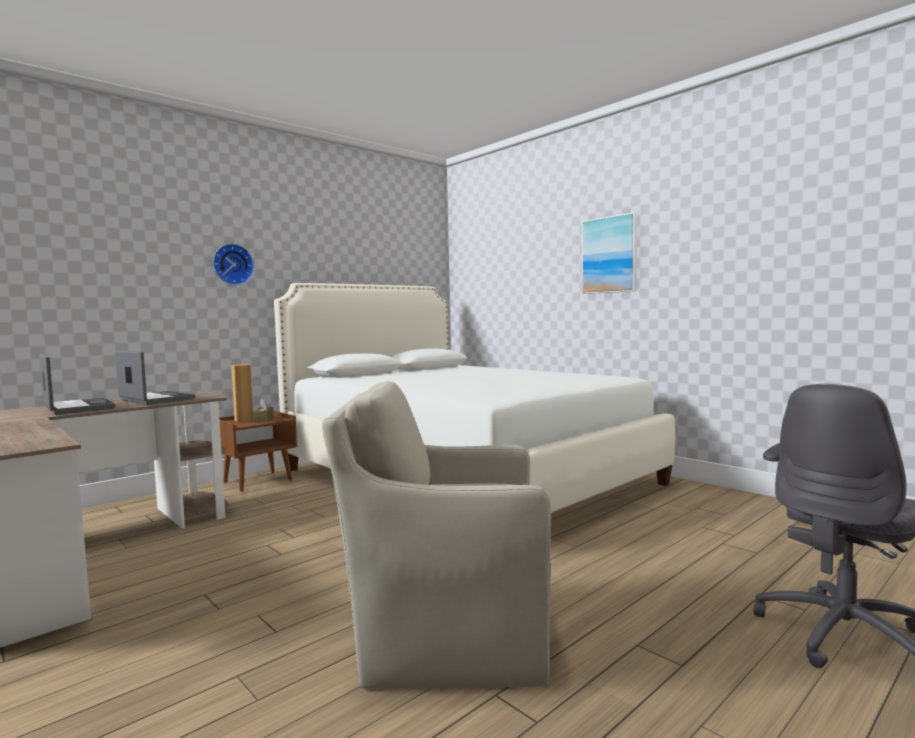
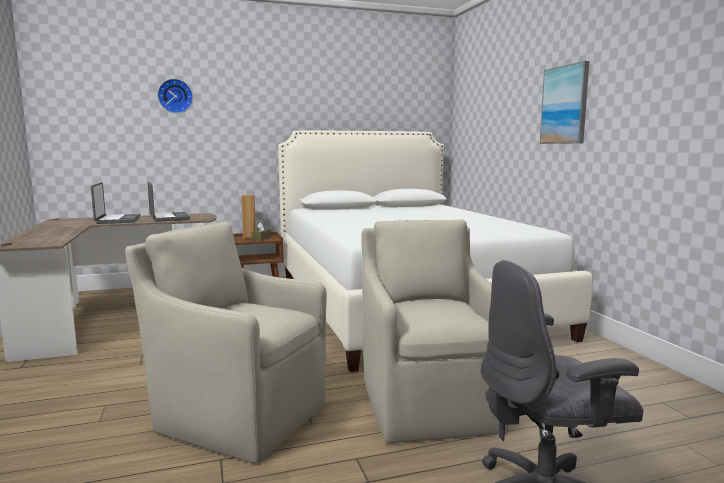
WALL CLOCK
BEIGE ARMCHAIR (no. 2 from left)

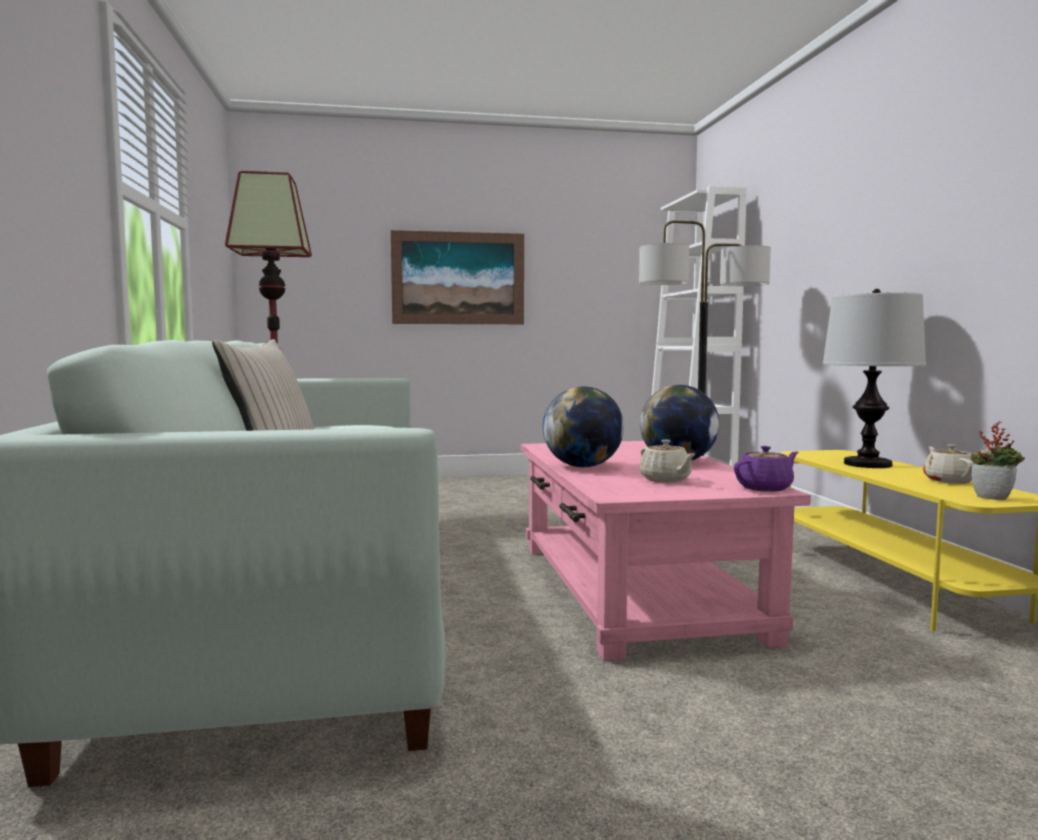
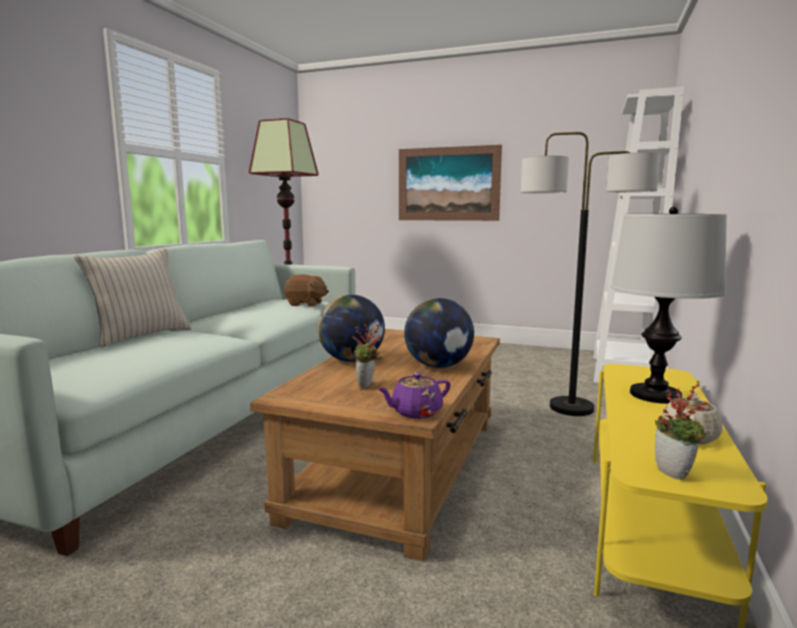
BROWN COFFEE TABLE
BROWN PLUSH TOY
POTTED PLANT (no. 1 from left)
PURPLE TEAPOT

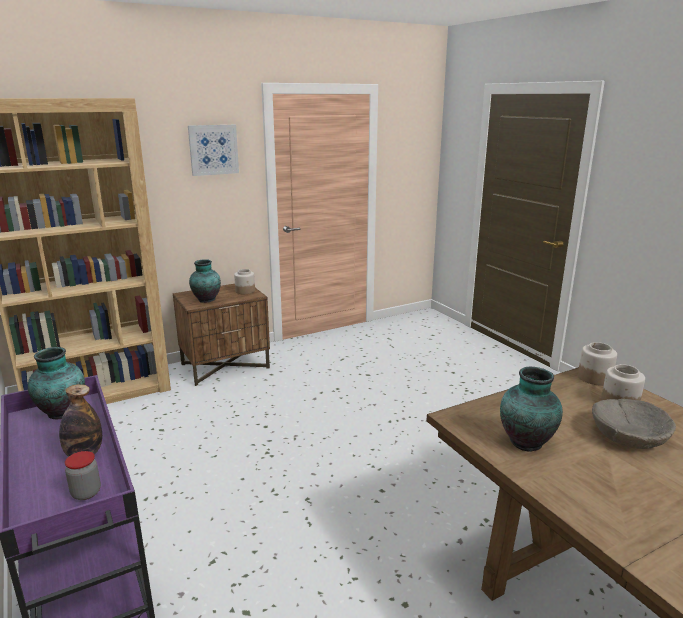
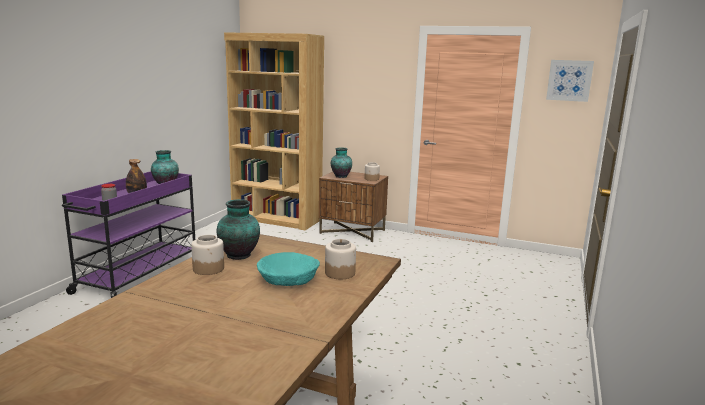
JAR (no. 2 from left)
TURQUOISE BOWL
PICTURE

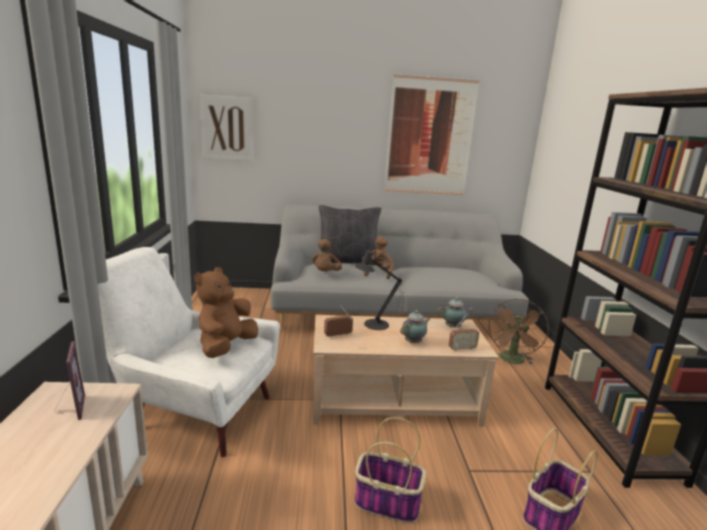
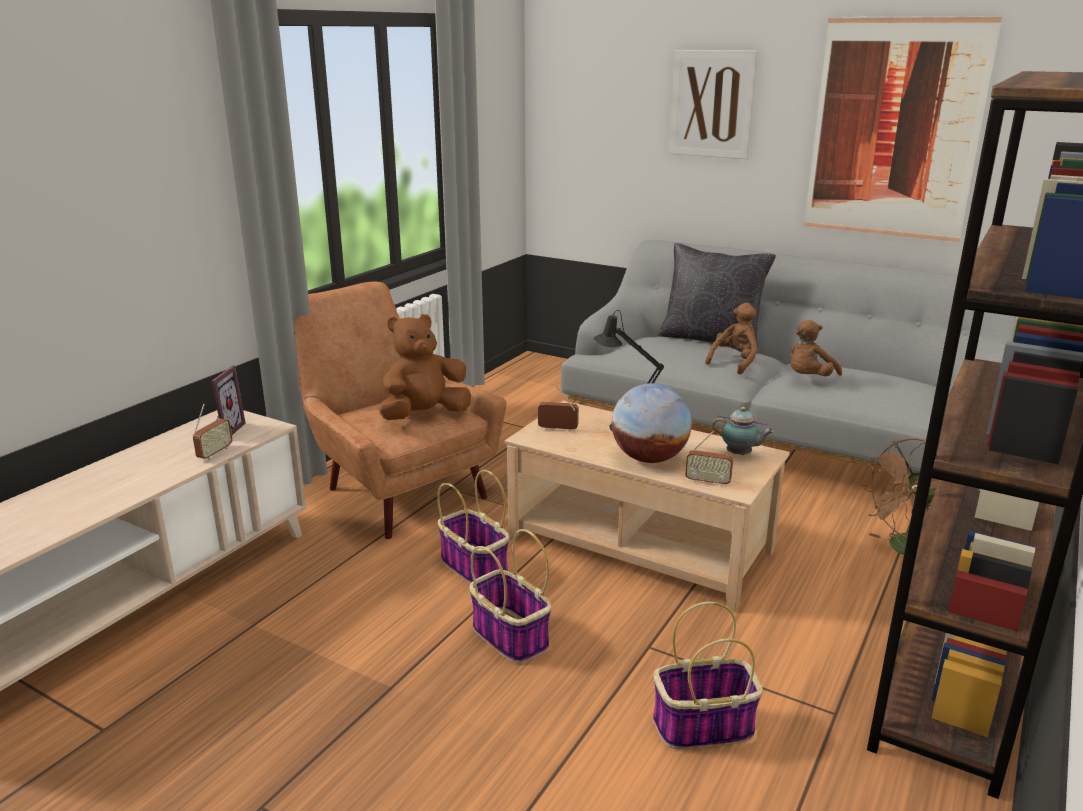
RADIO (no. 1 from left)
BROWN ARMCHAIR
BASKET (no. 1 from left)
GLOBE
PICTURE (no. 1 from left)
BROWN PLUSH TOY (no. 3 from left)

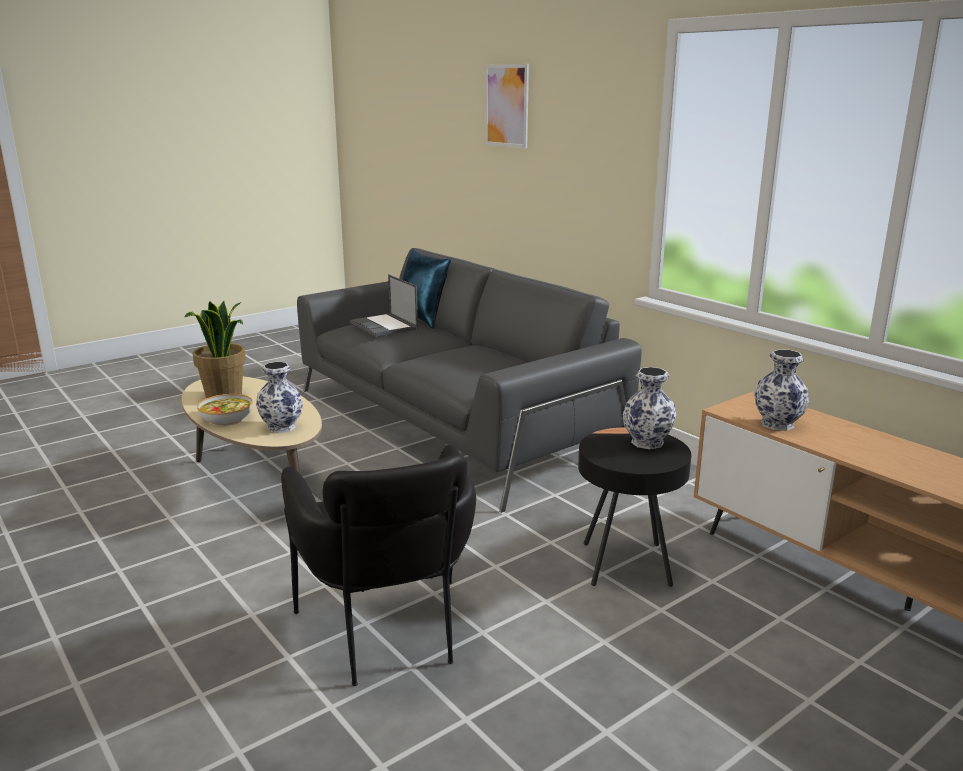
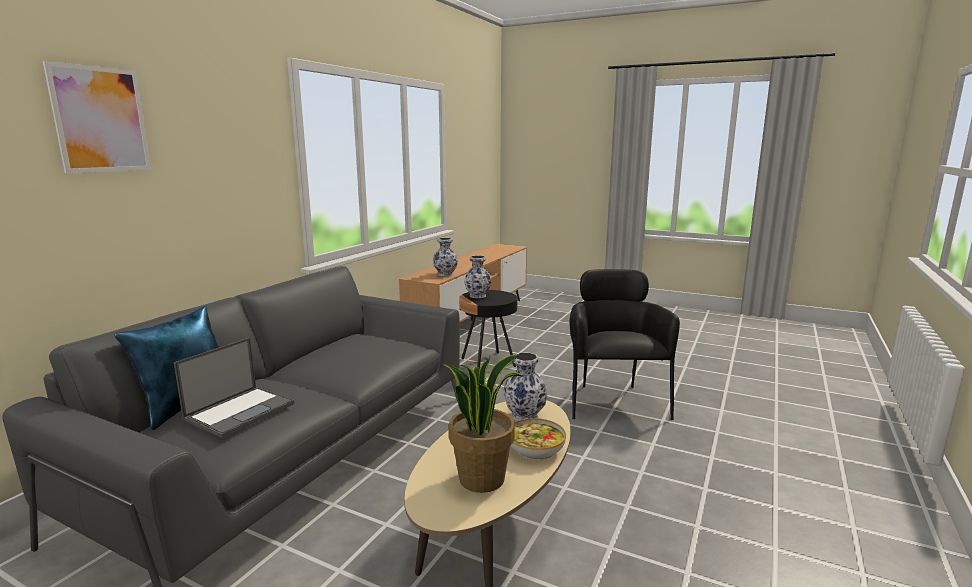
BLACK ARMCHAIR

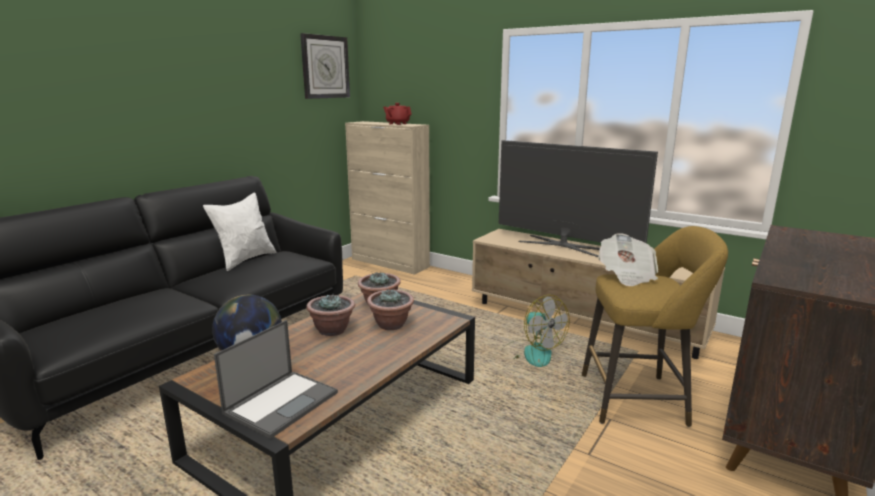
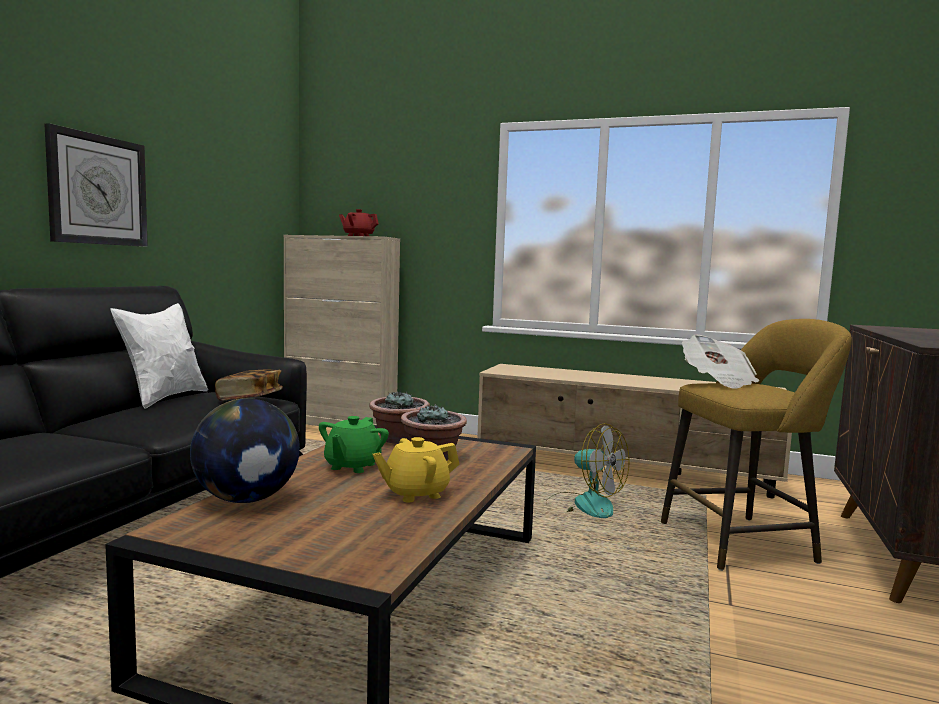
WALL CLOCK
BOOK
GREEN TEAPOT
YELLOW TEAPOT
LAPTOP
TELEVISION

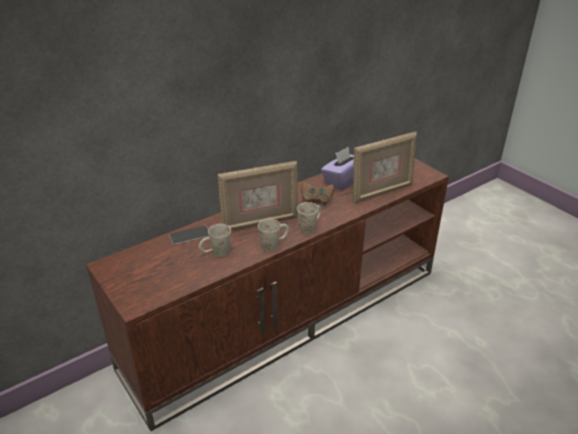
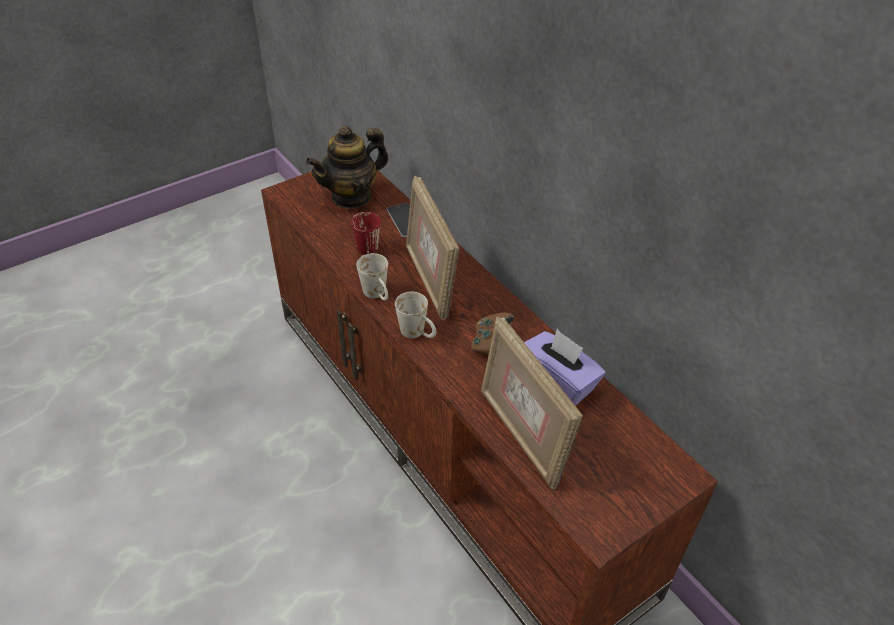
TEAPOT
RED MUG

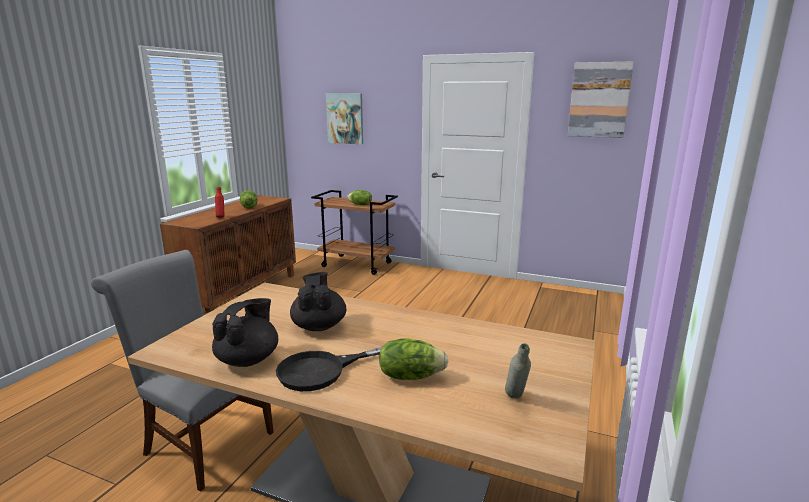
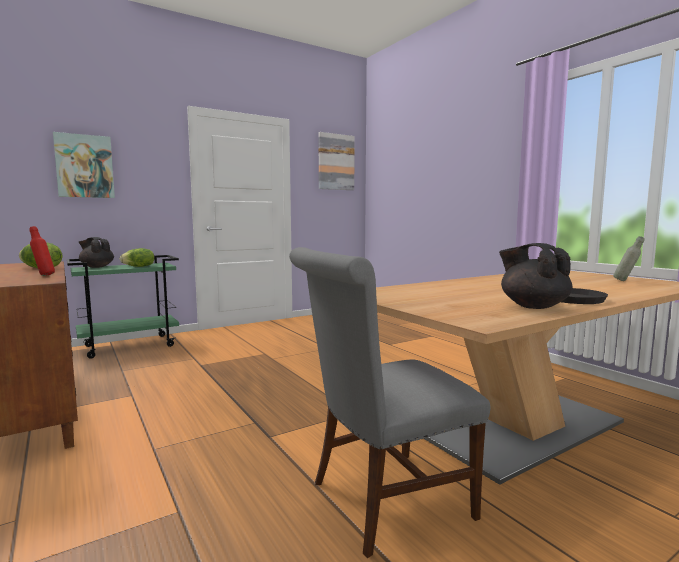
GREEN CART
BLACK TEAPOT (no. 1 from left)
LETTUCE (no. 3 from left in the first image)

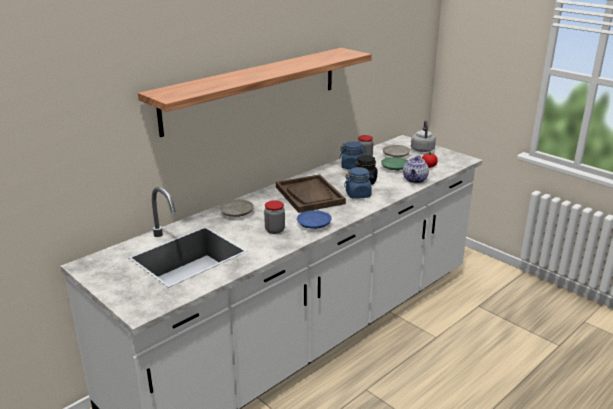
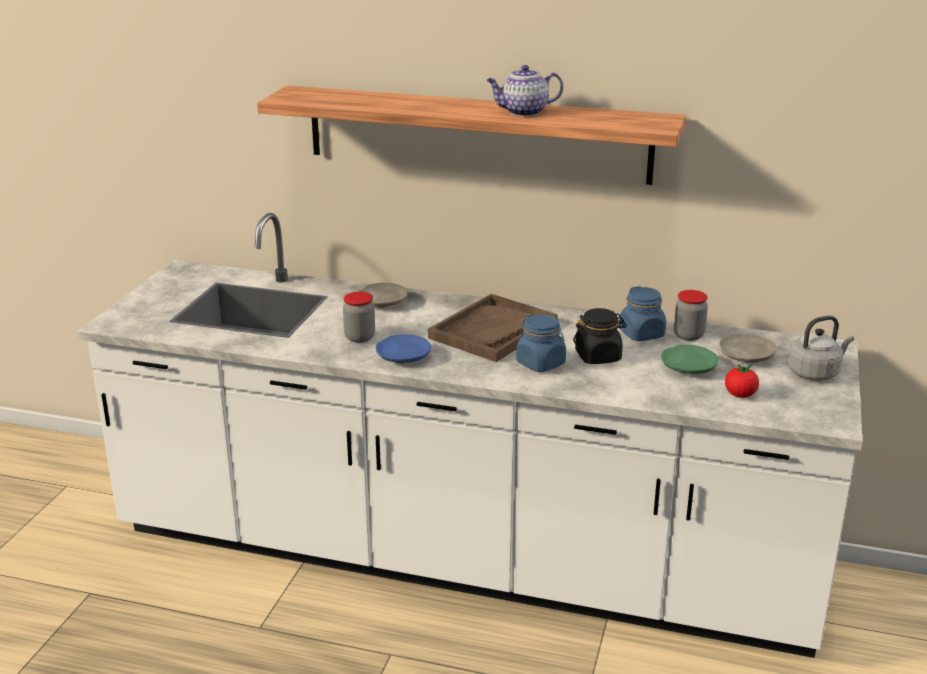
TEAPOT

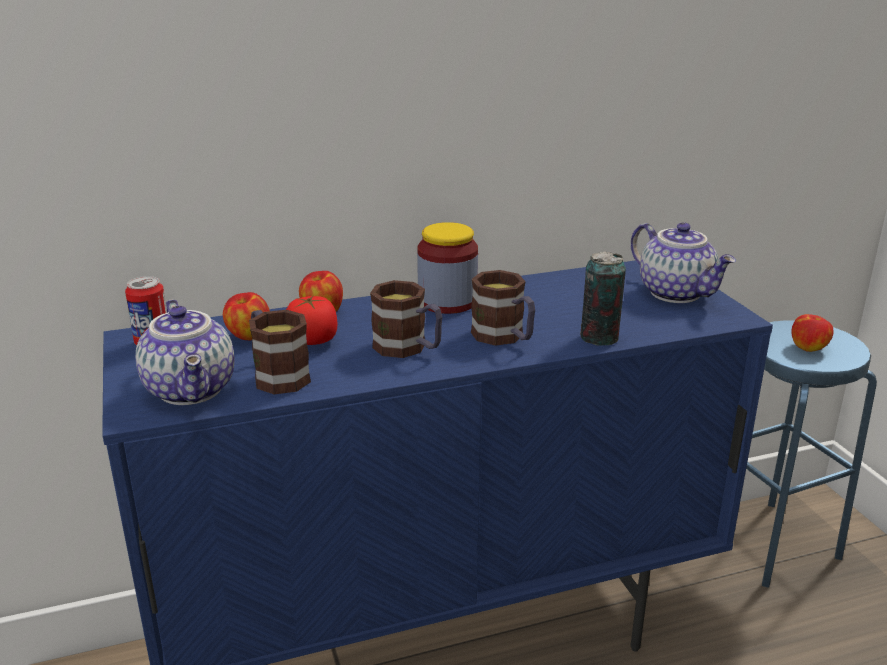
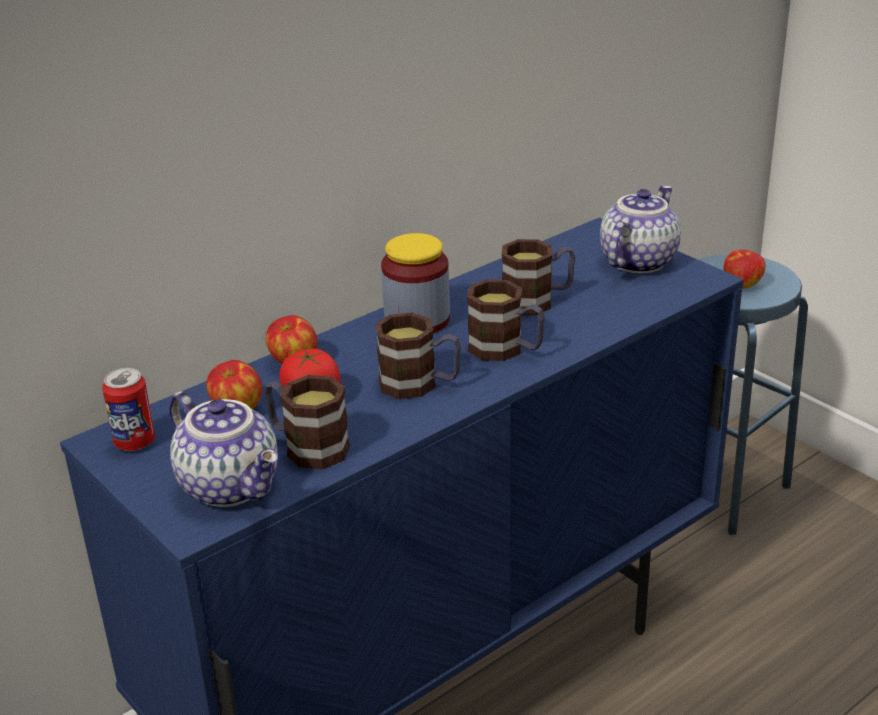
MUG (no. 4 from left)
TEAPOT (no. 2 from left)
CAN (no. 2 from left in the first image)

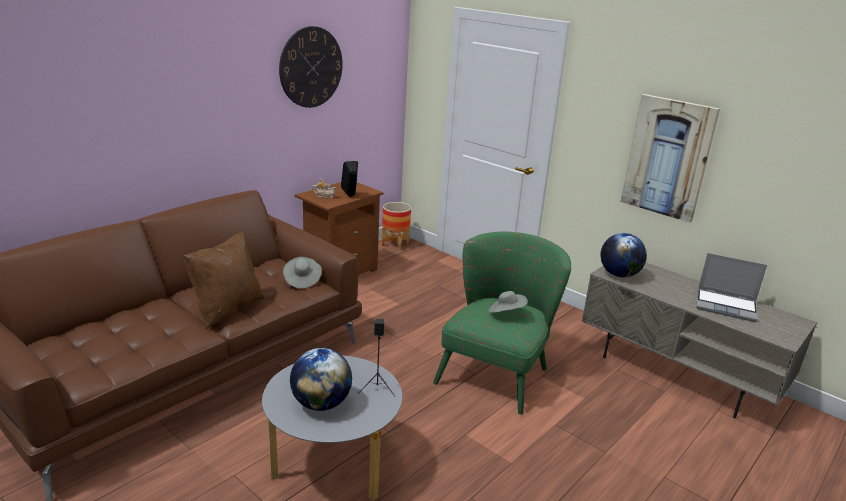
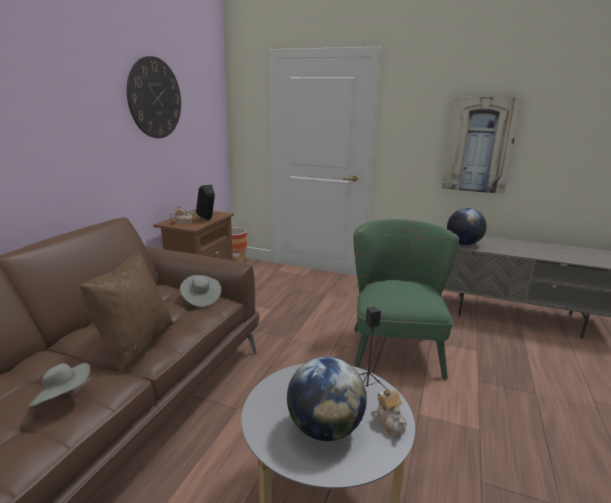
GREY HAT (no. 1 from left)
TEAPOT (no. 2 from left)
LAPTOP

